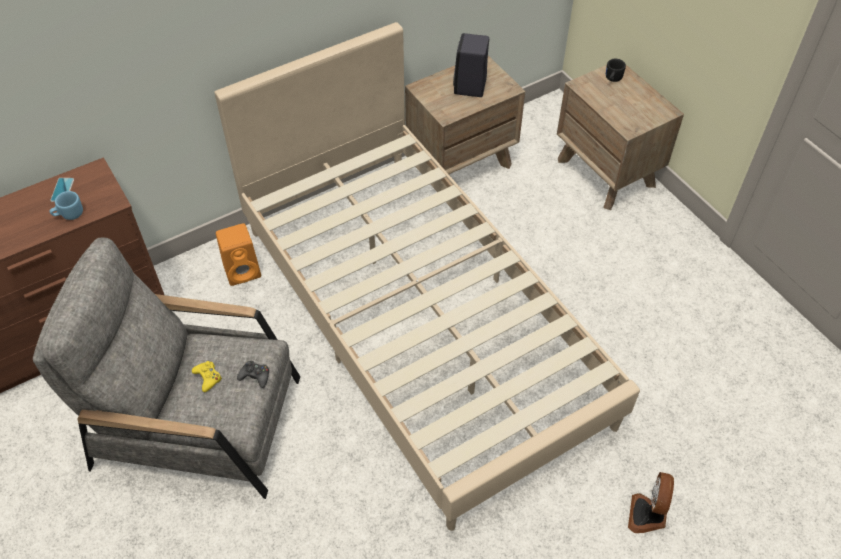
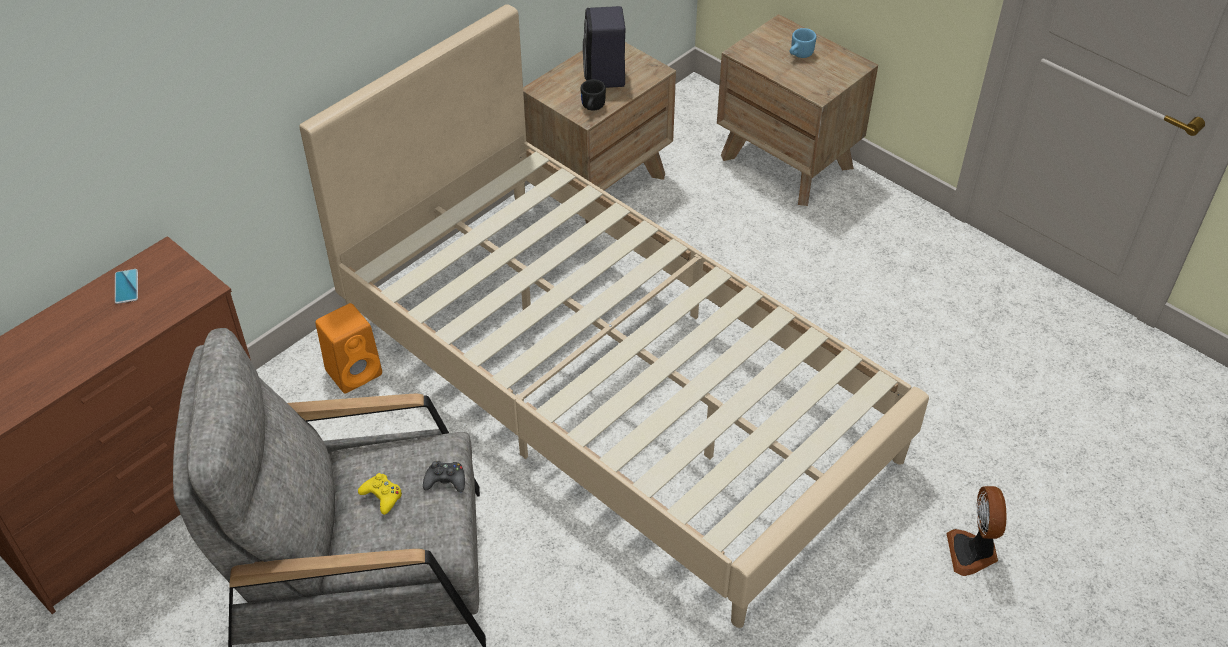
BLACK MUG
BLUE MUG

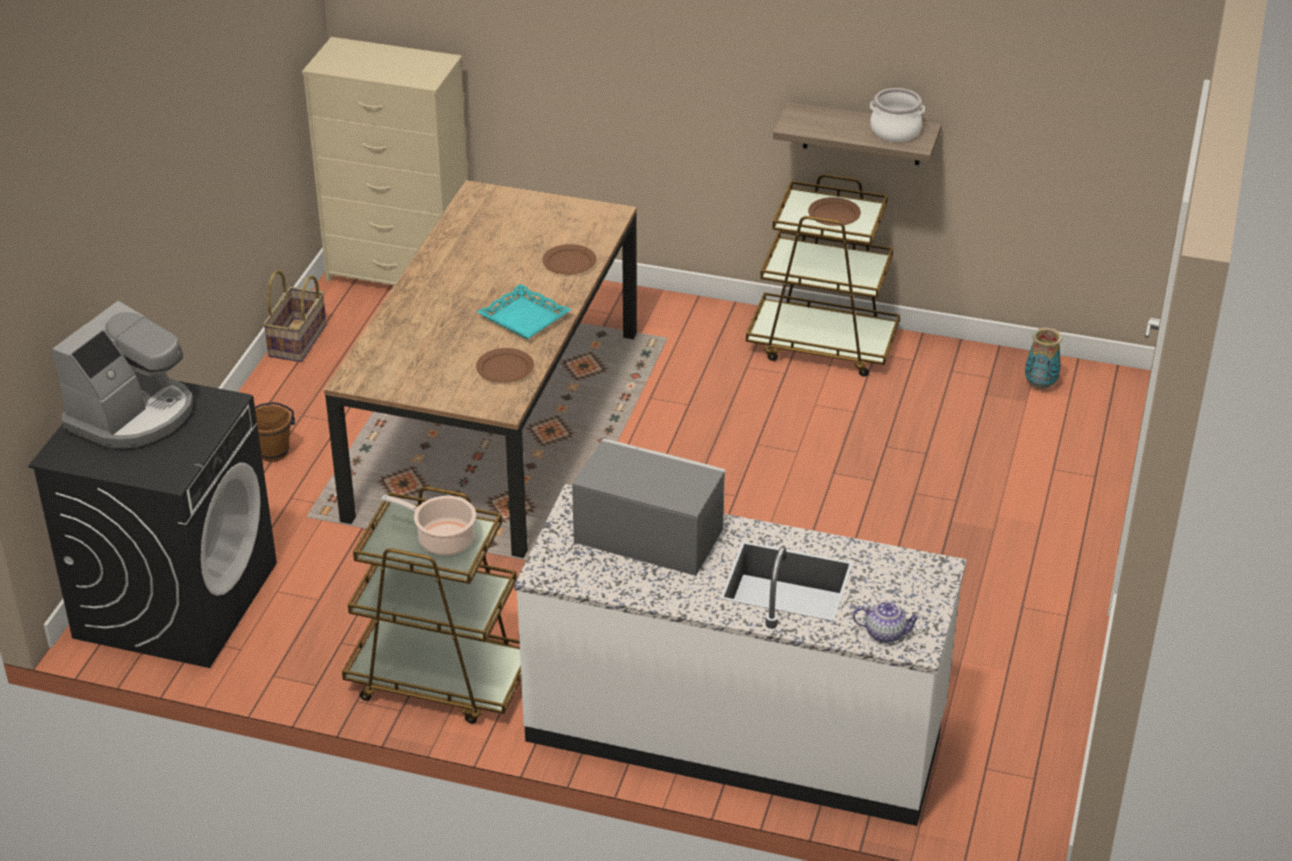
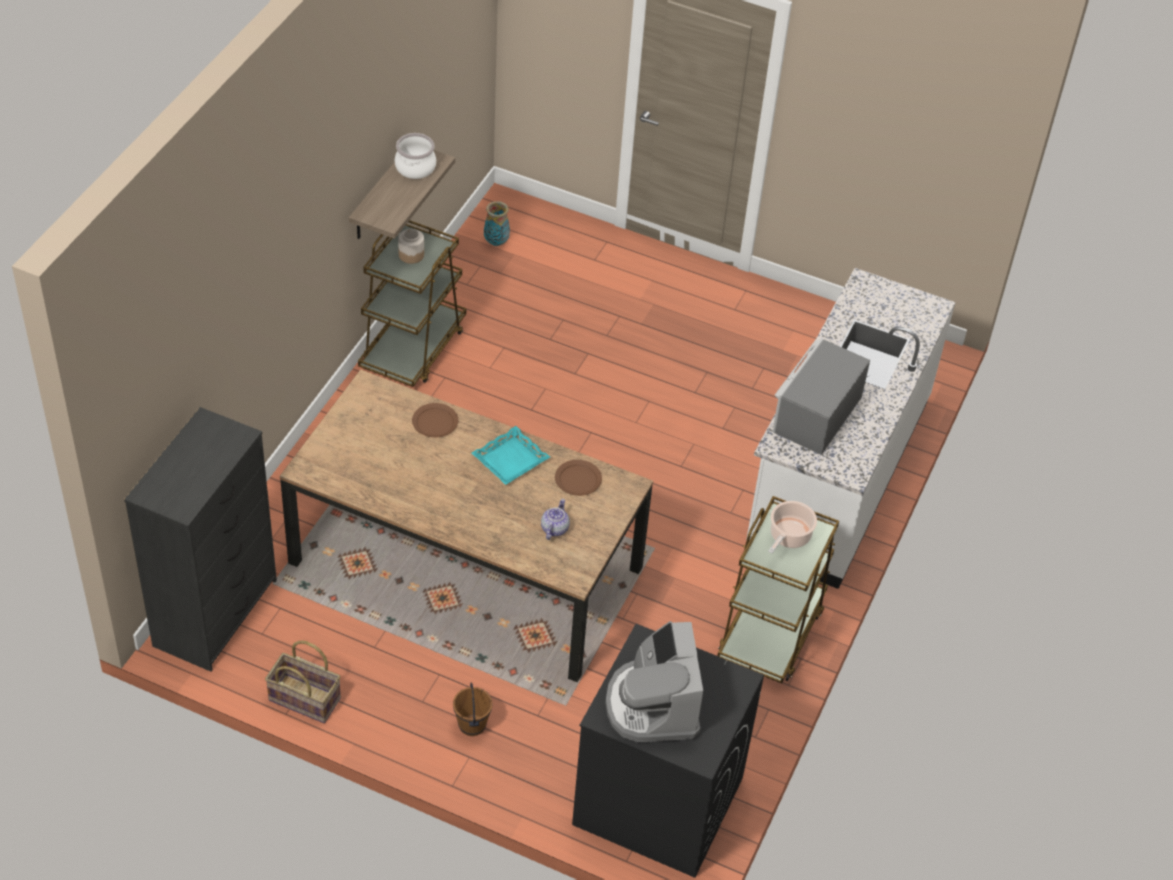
BLACK DRESSER
JAR
TEAPOT
COFFEE MACHINE

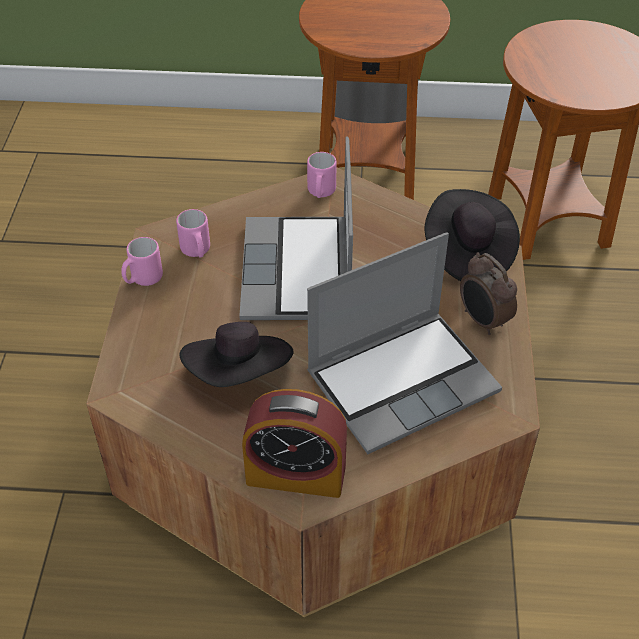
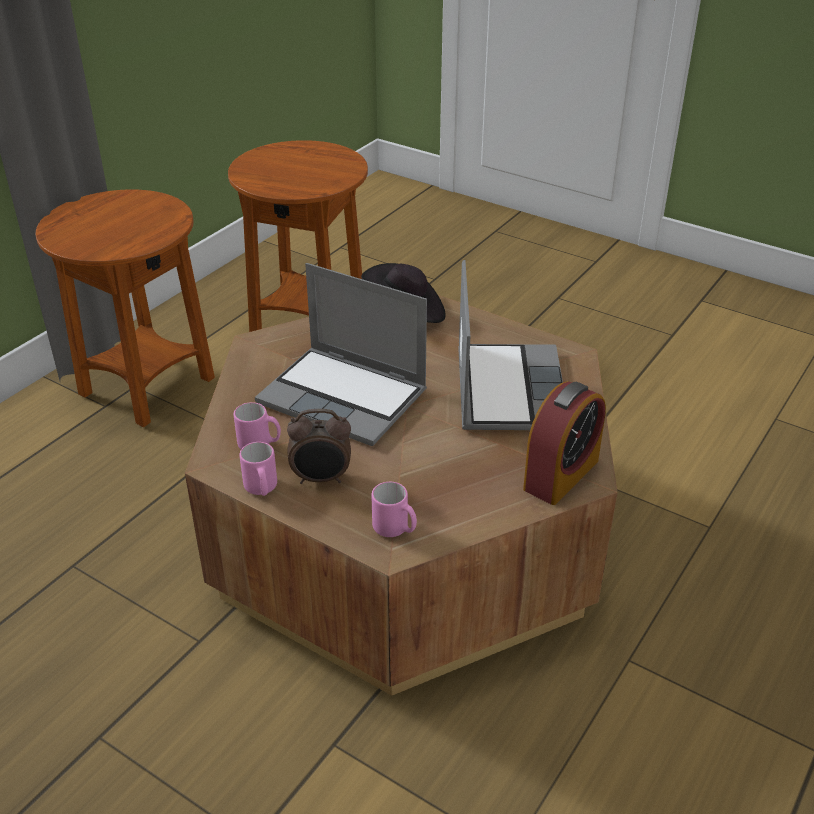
ALARM CLOCK (no. 1 from left)
PINK MUG (no. 3 from left)
BLACK HAT (no. 1 from left in the first image)

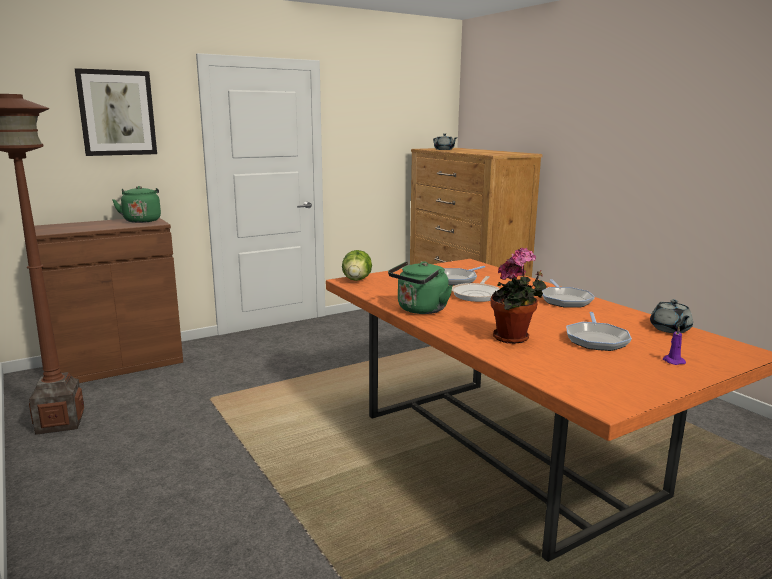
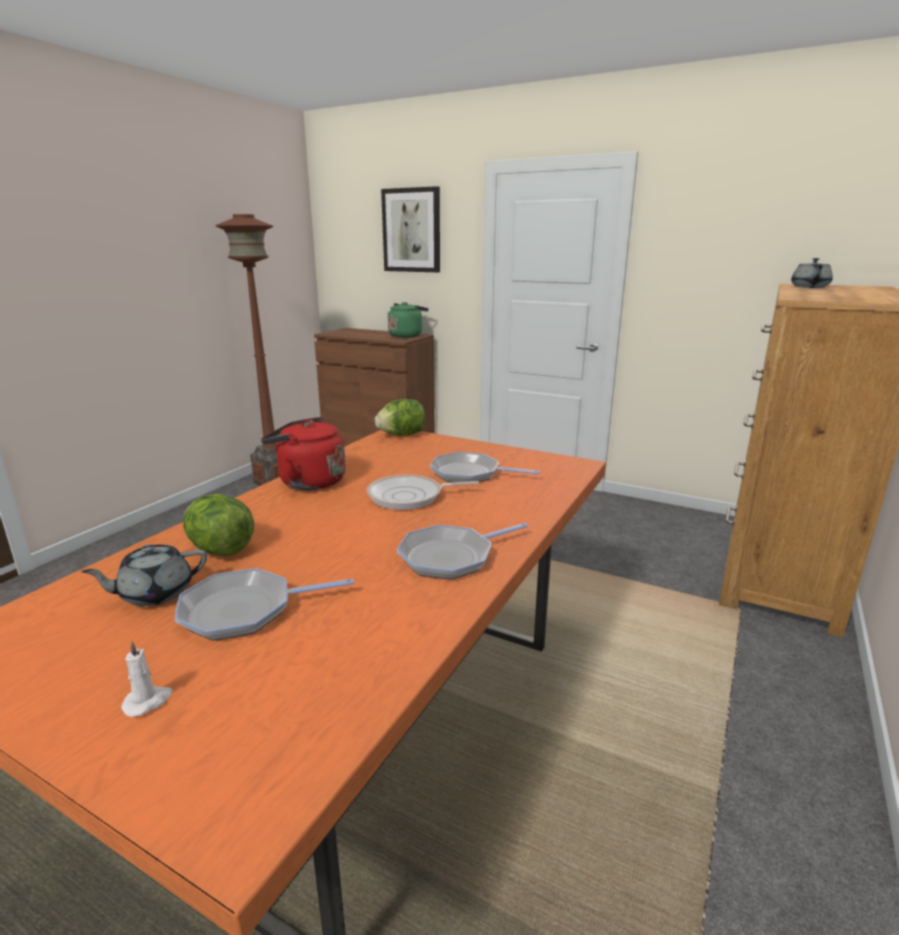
GREY TEAPOT (no. 1 from left)
WHITE CANDLE
LETTUCE (no. 1 from left)
RED KETTLE

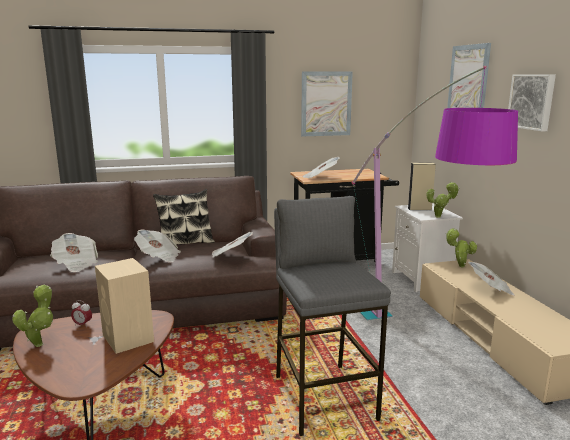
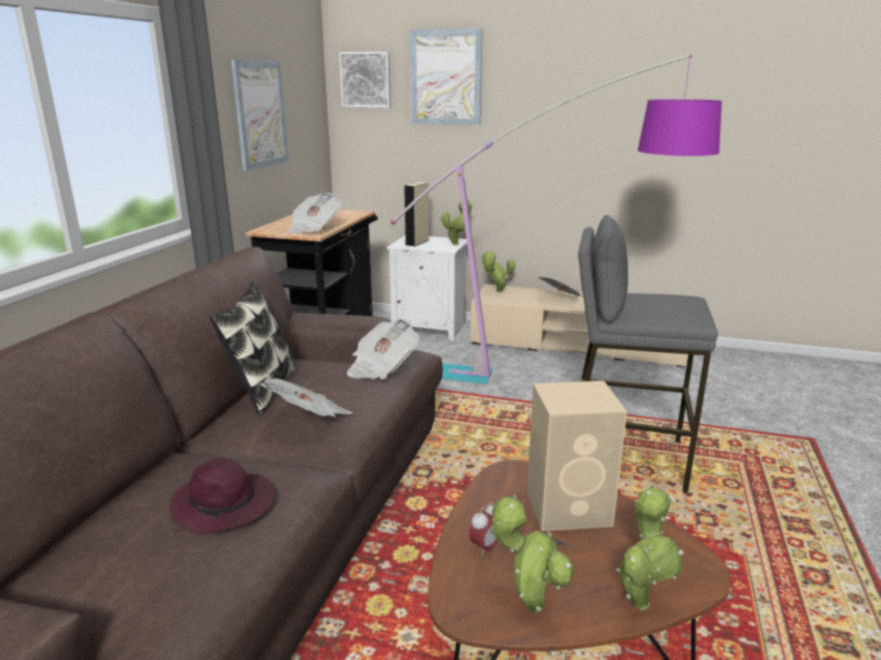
PURPLE HAT
PICTURE (no. 2 from left)
POTTED PLANT (no. 4 from left)

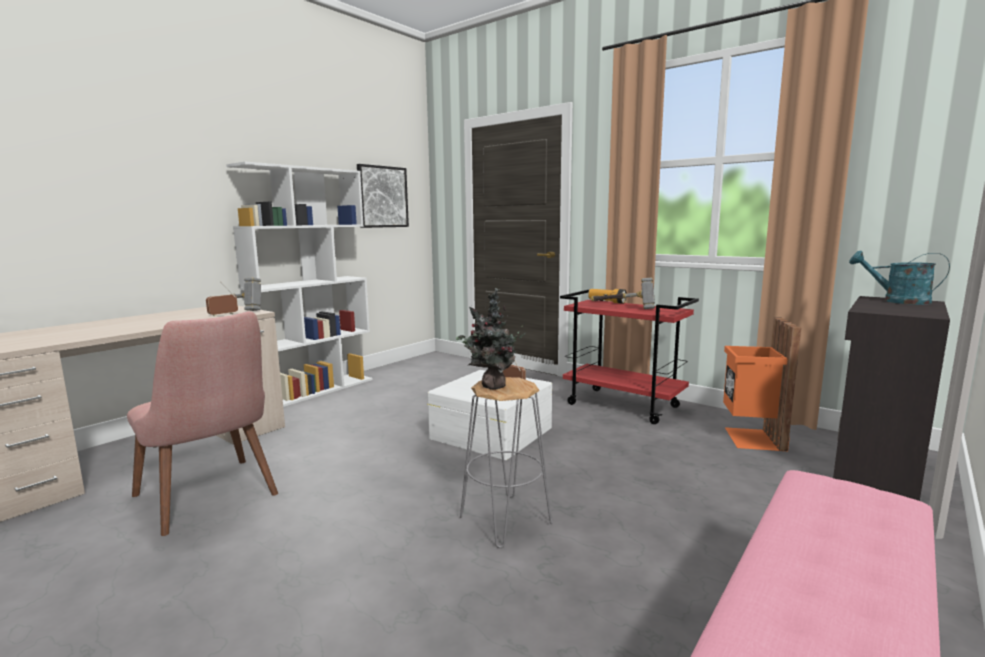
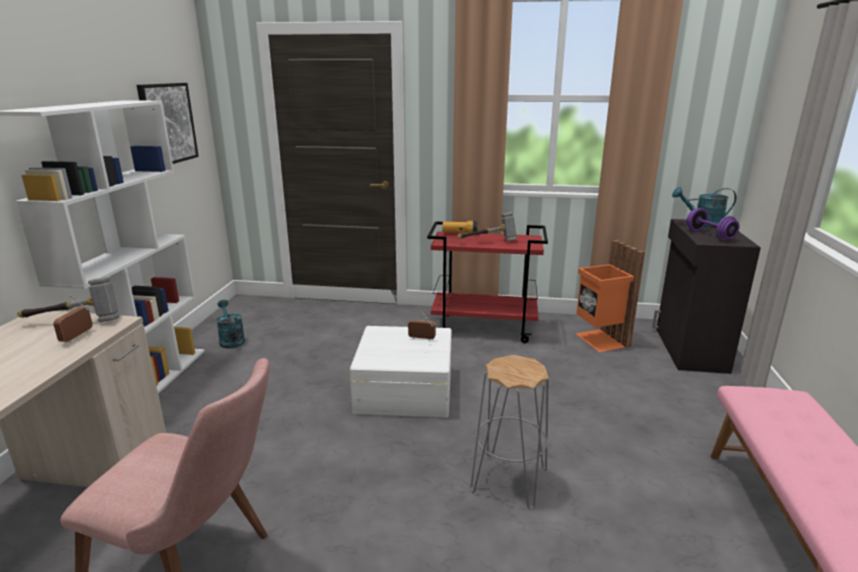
TURQUOISE WATERING CAN (no. 1 from left)
PURPLE DUMBBELL
POTTED PLANT

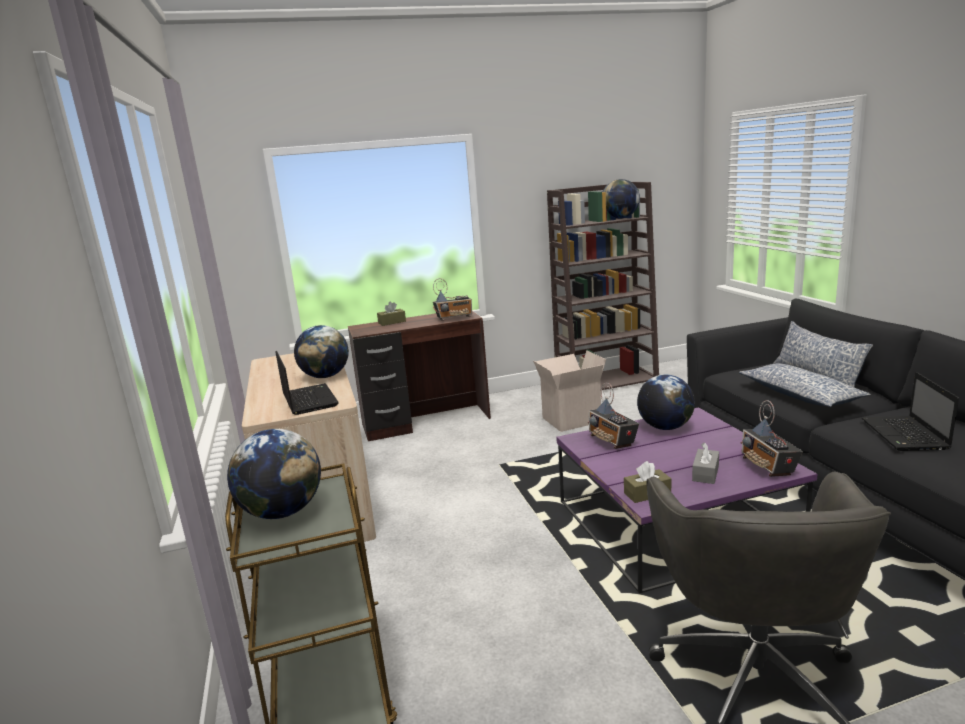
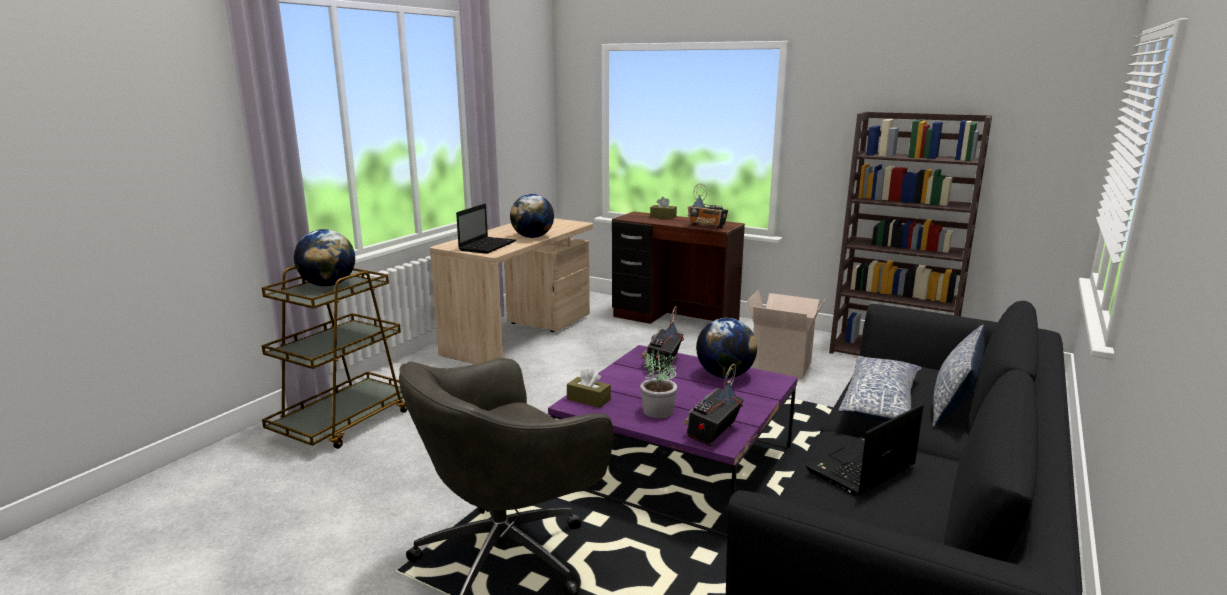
POTTED PLANT
GLOBE (no. 3 from left in the first image)

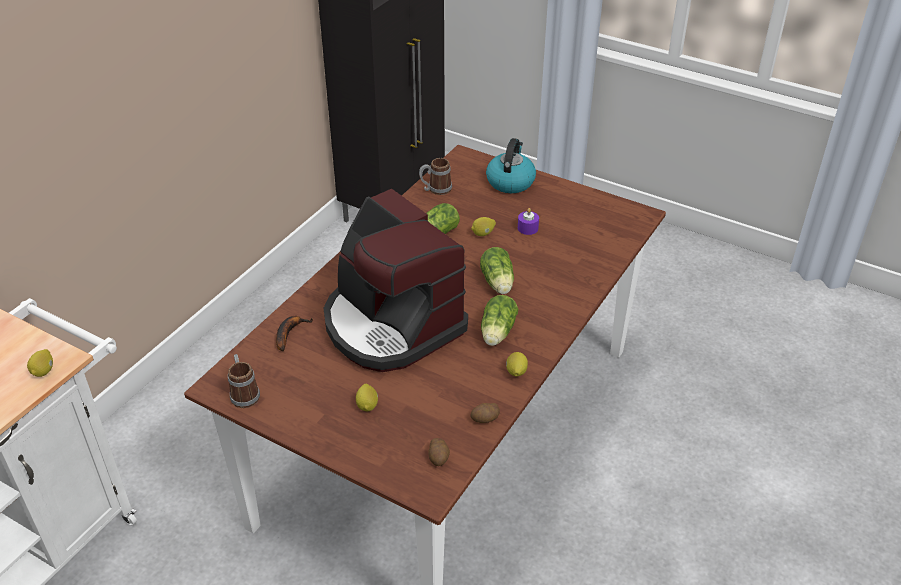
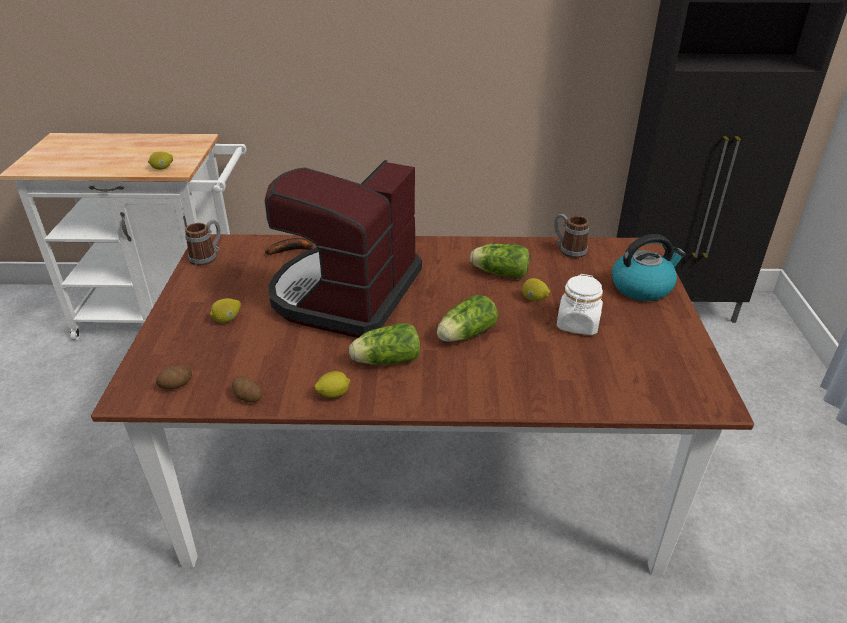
WHITE JAR

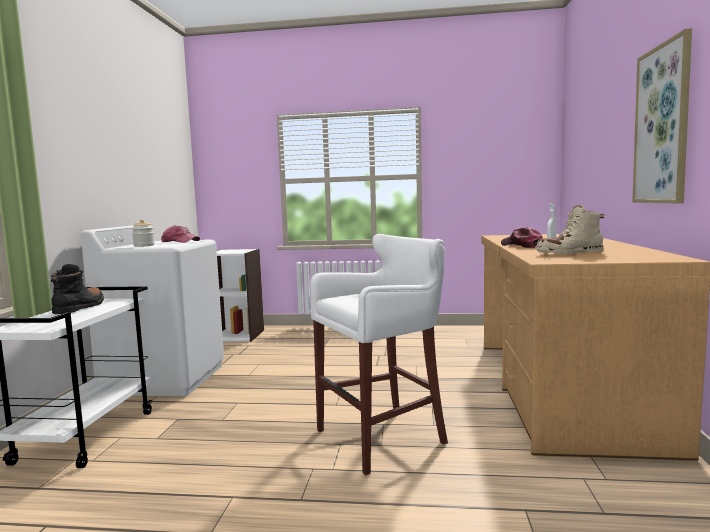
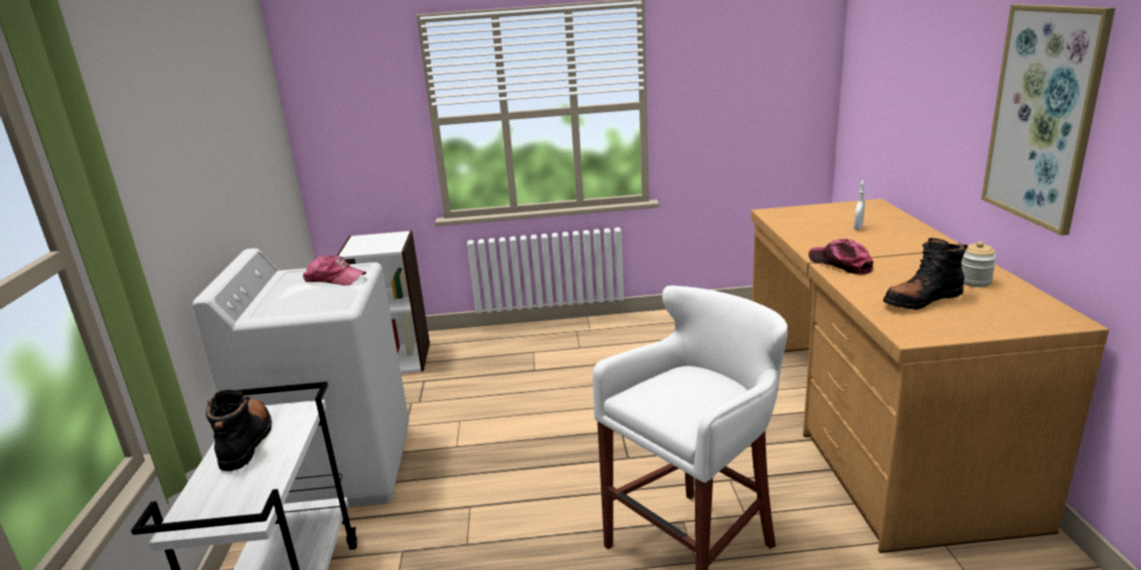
BLACK BOOT (no. 2 from left)
JAR

